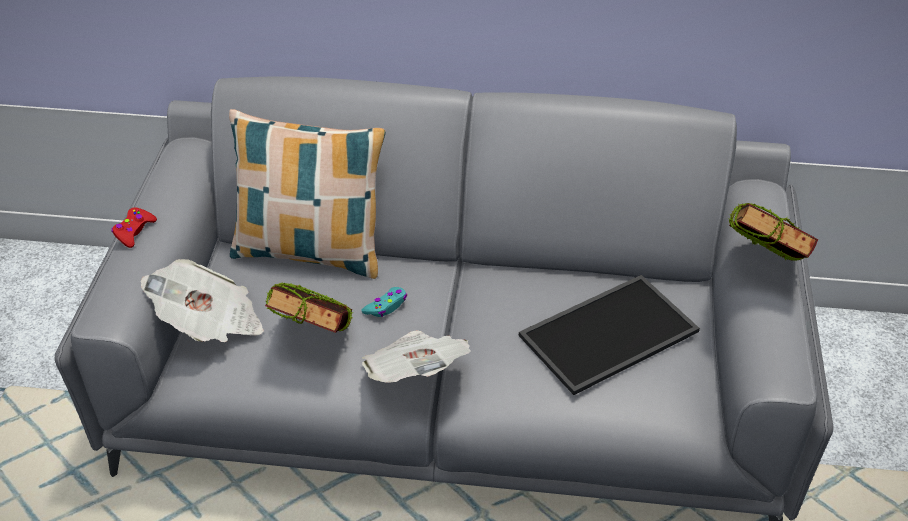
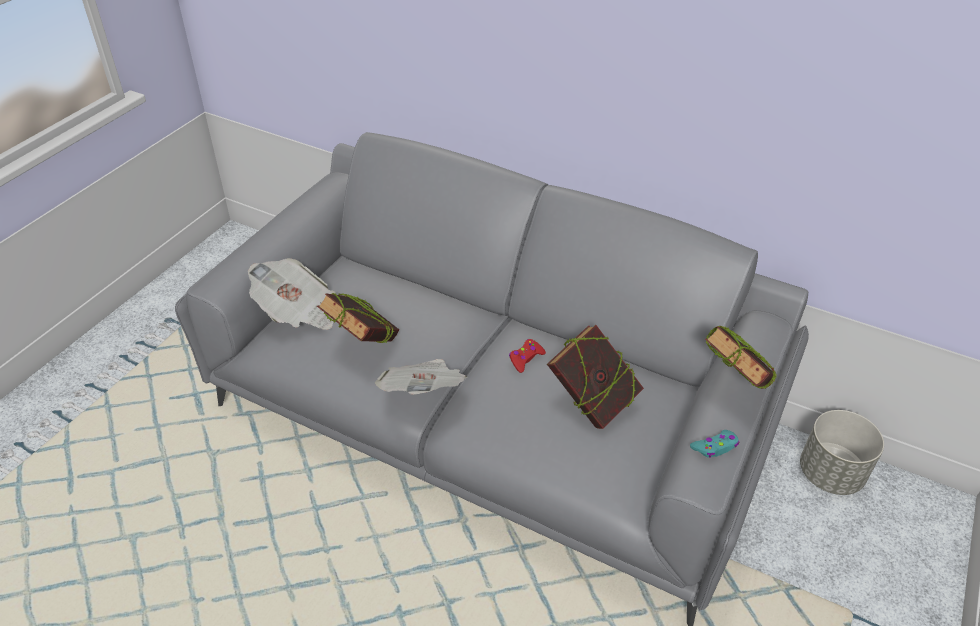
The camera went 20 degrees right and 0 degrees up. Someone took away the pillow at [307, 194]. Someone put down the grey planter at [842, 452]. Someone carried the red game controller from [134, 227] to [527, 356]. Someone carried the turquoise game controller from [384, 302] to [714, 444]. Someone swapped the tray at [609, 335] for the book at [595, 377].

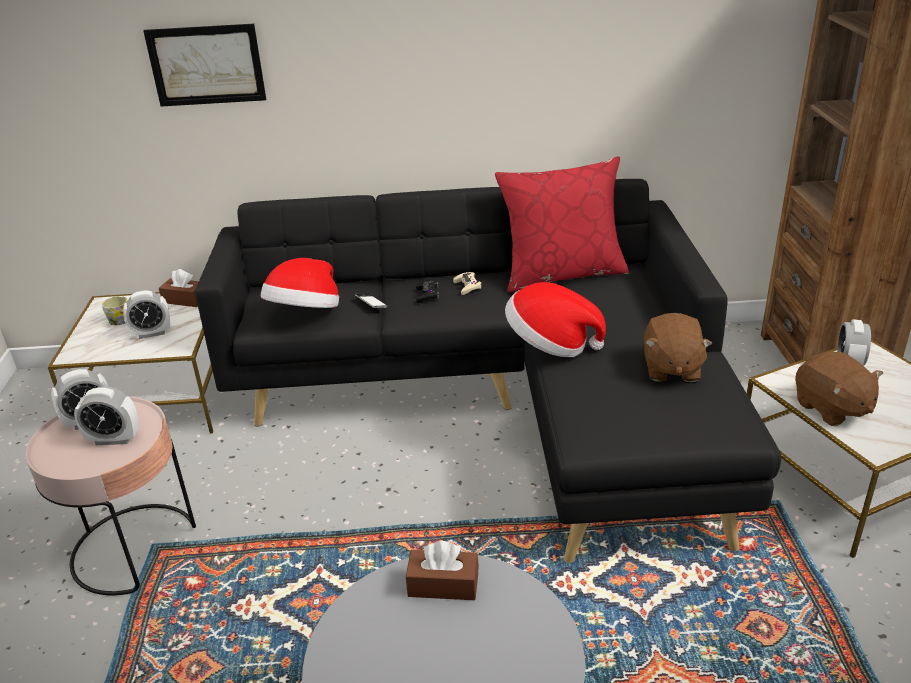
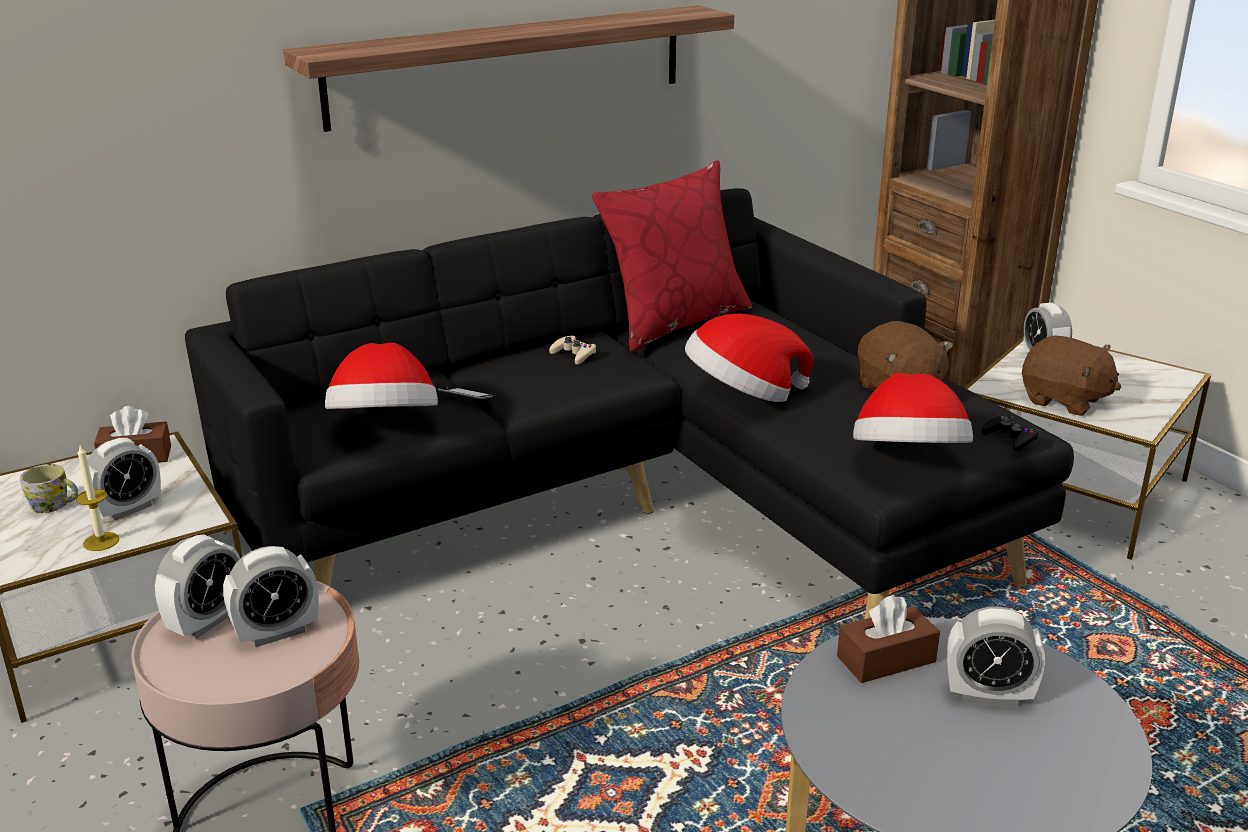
The camera went 30 degrees left and 5 degrees down. Someone took away the picture at [204, 65]. Someone put down the candle at [97, 498]. Someone put up the shelf at [508, 68]. Someone put down the hat at [913, 408]. Someone put down the alarm clock at [996, 656]. Someone carried the black game controller from [427, 291] to [1010, 433].

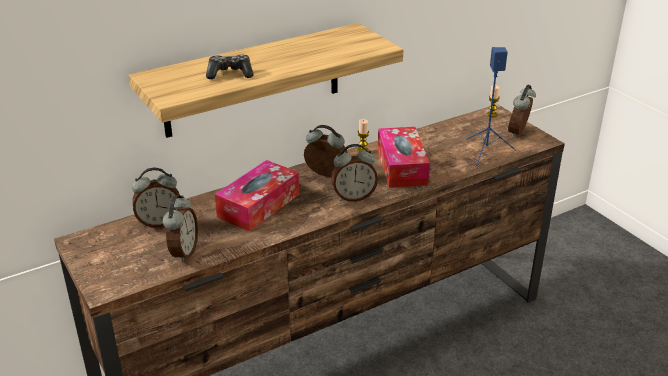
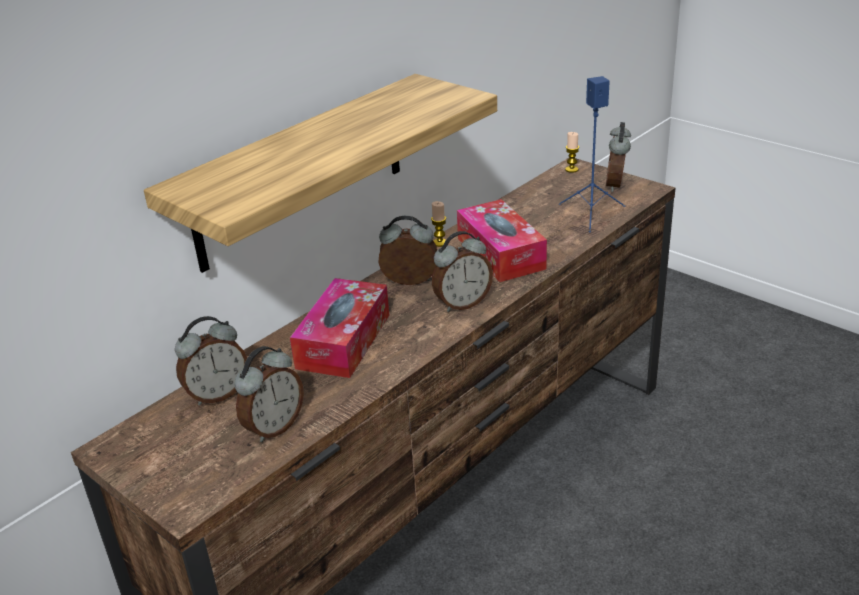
The camera went 15 degrees left and 0 degrees up. Someone took away the game controller at [230, 67]. Someone rotated the alarm clock at [180, 229] by 45 degrees clockwise.

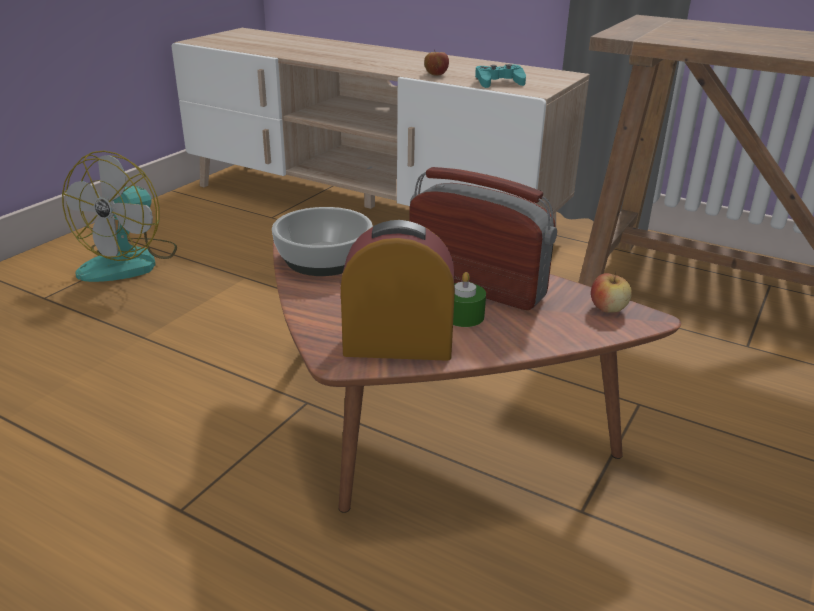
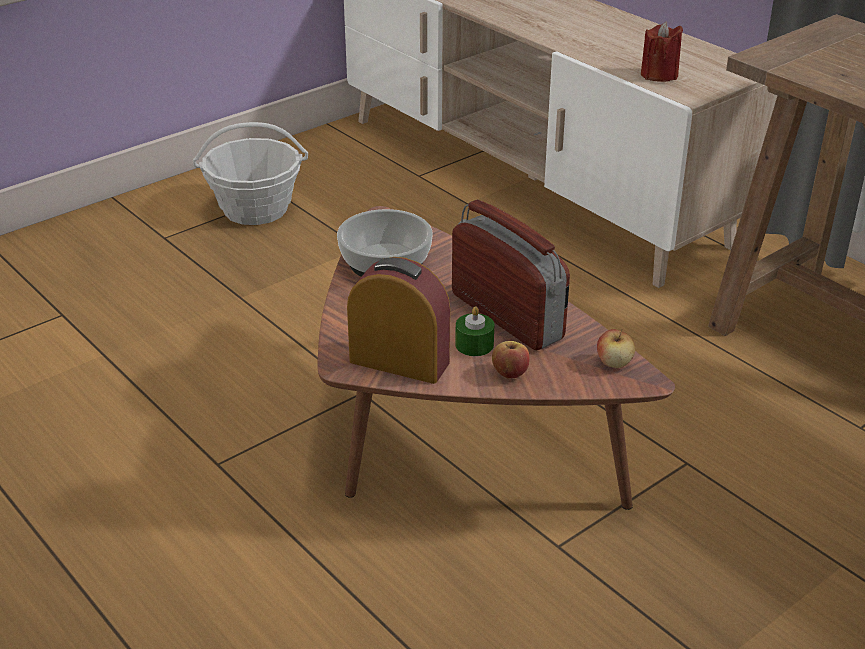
The camera went 20 degrees right and 5 degrees up. Someone carried the apple from [436, 63] to [511, 360]. Someone swapped the fan at [119, 216] for the basket at [250, 173]. Someone swapped the turquoise game controller at [500, 76] for the red candle at [662, 51].

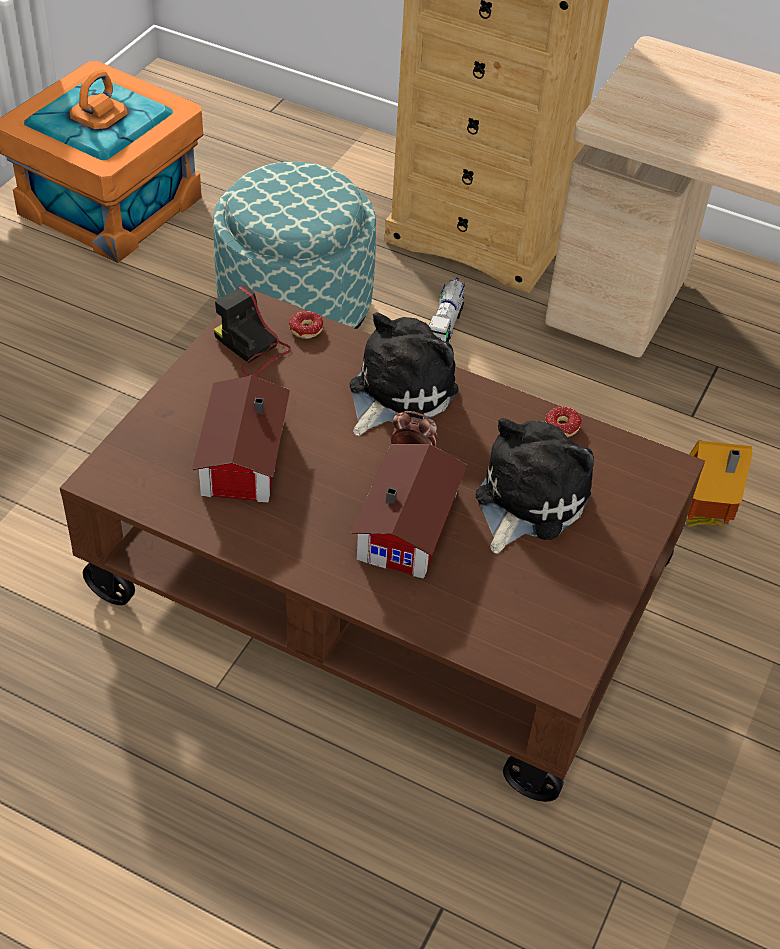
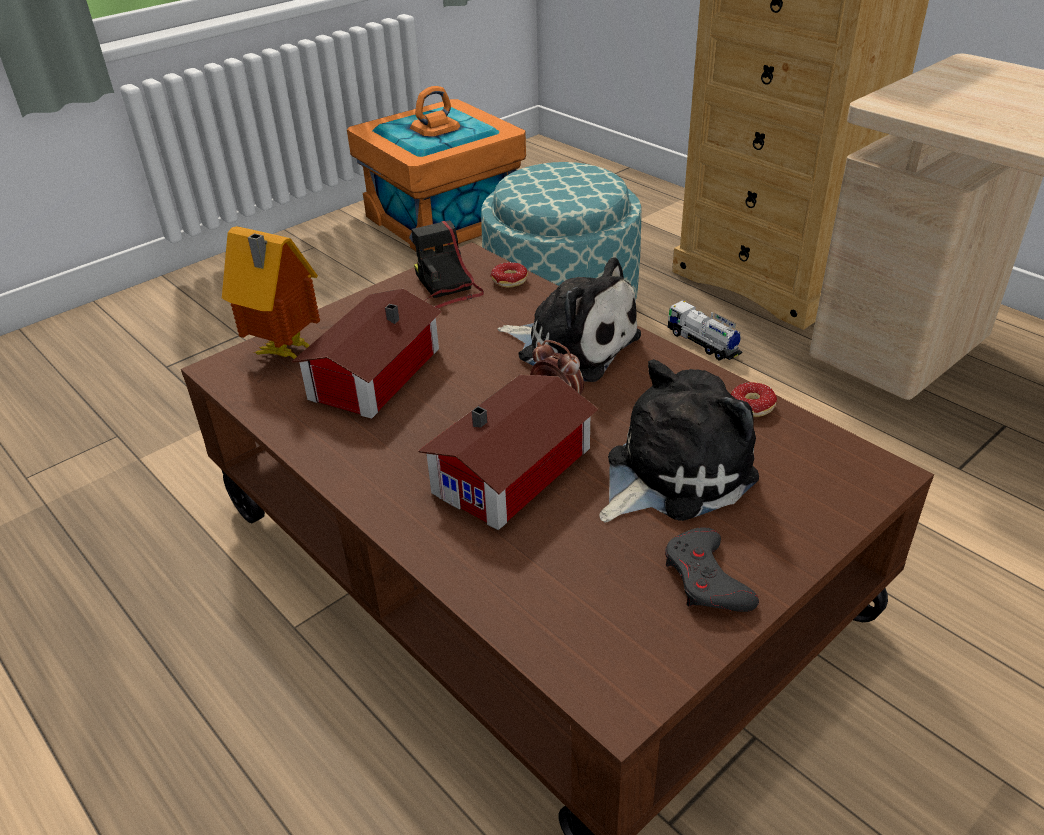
The camera went 25 degrees right and 10 degrees down. Someone put down the grey game controller at [712, 569]. Someone carried the toy house from [718, 483] to [271, 292]. Someone rotated the plush toy at [404, 374] by 60 degrees clockwise. Someone rotated the toy truck at [447, 310] by 105 degrees clockwise.

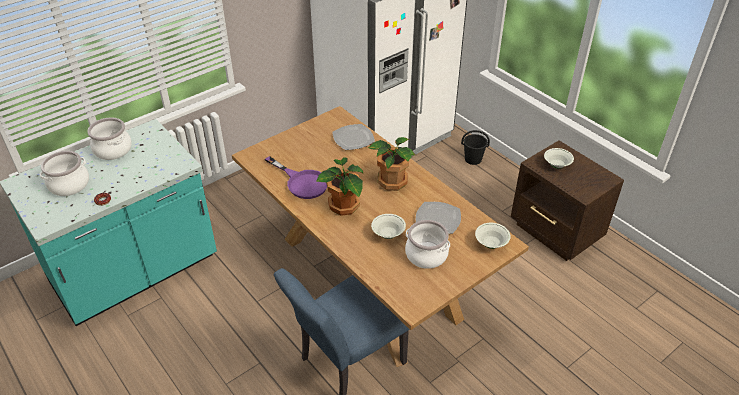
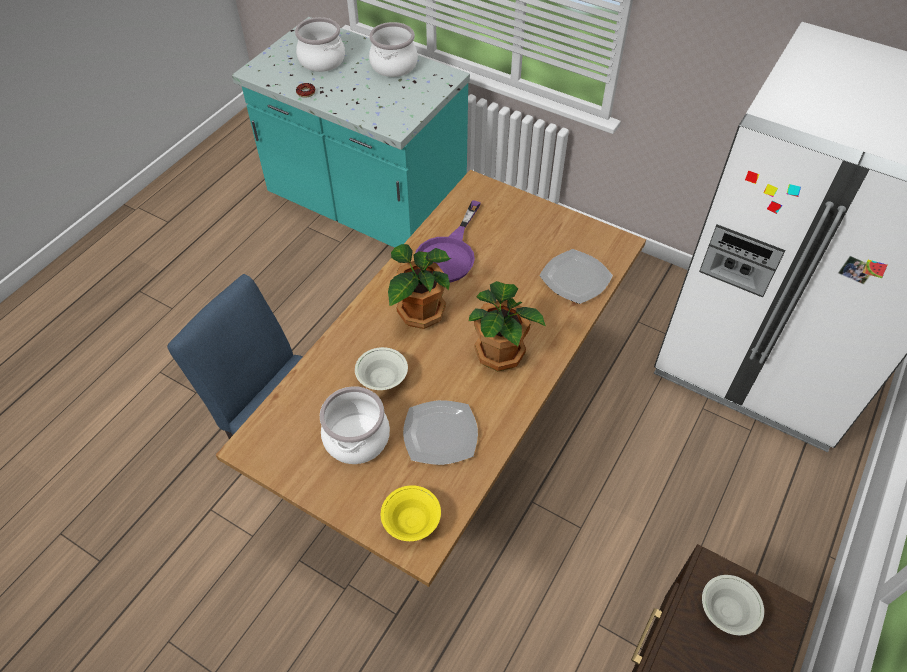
The camera went 70 degrees right and 10 degrees up. Someone took away the black bucket at [475, 147]. Someone repainted the white bowl at [493, 236], which became the yellow bowl at [411, 513].

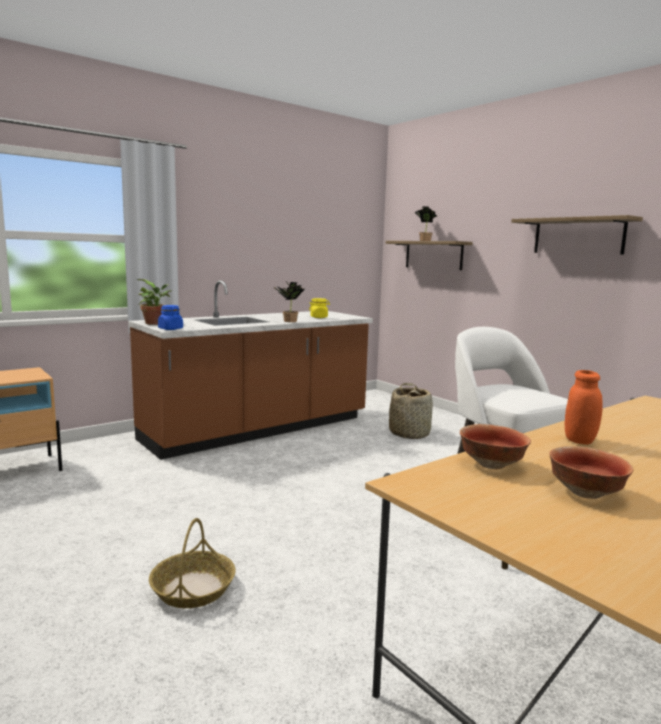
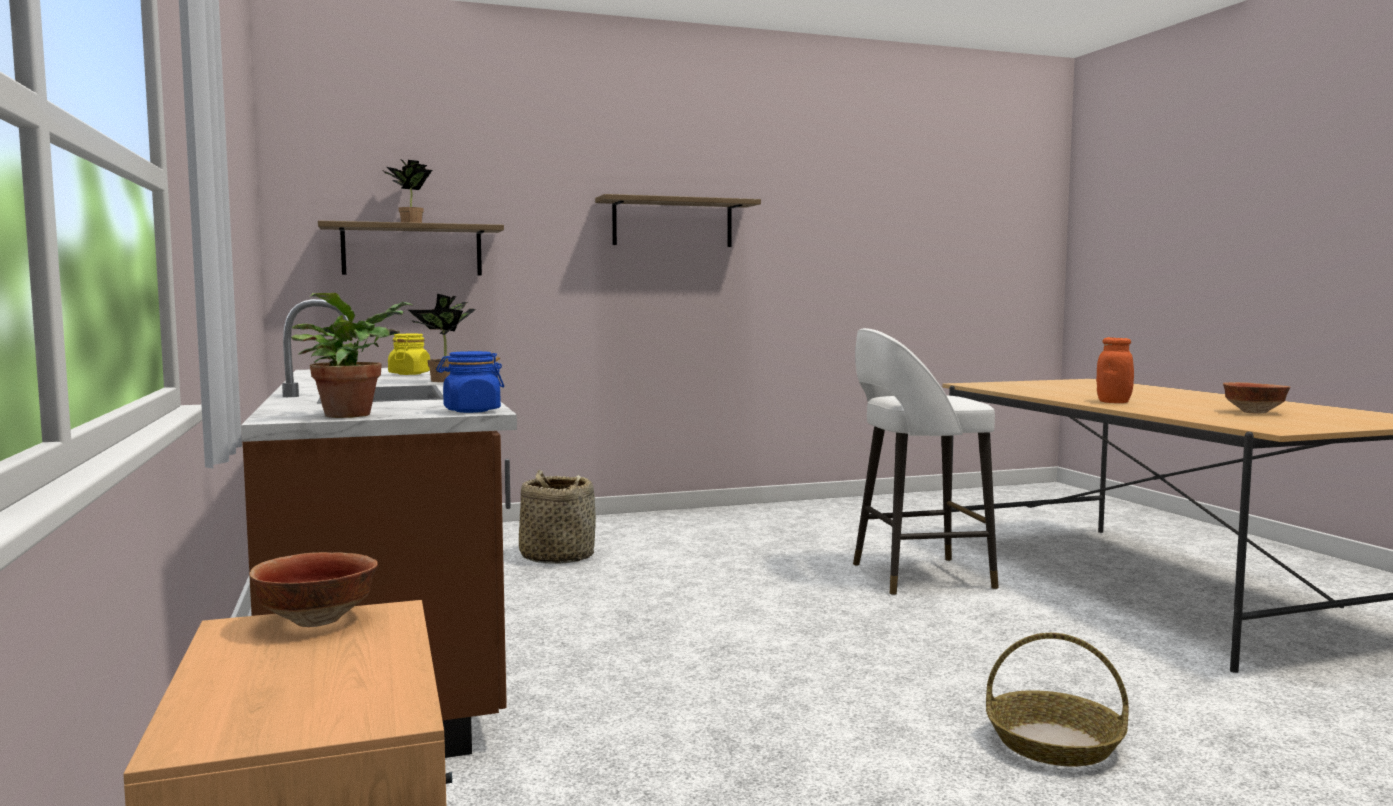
The camera went 70 degrees left and 5 degrees down. Someone carried the bowl from [495, 446] to [313, 589].

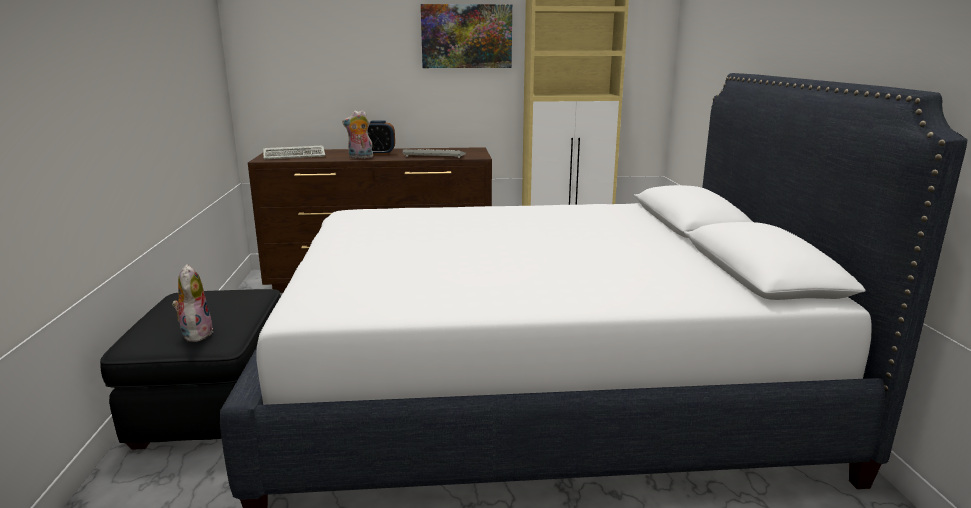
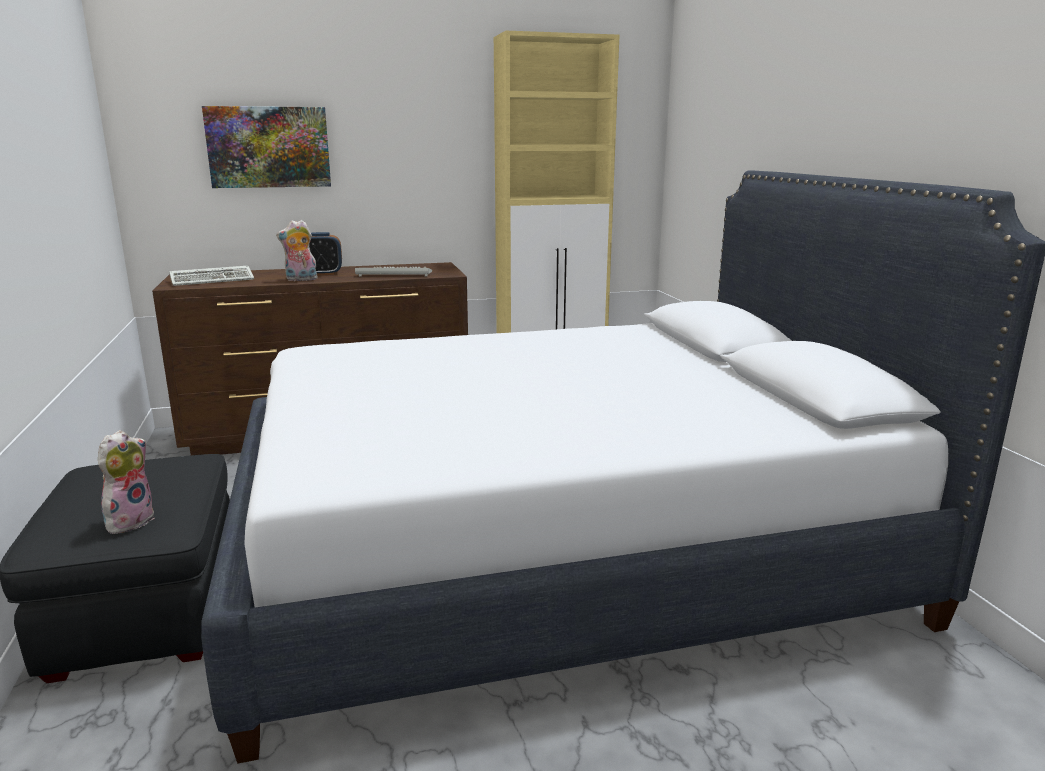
The camera went 10 degrees left and 0 degrees up. Someone carried the picture from [466, 36] to [266, 147]. Someone rotated the plush toy at [192, 303] by 45 degrees clockwise.

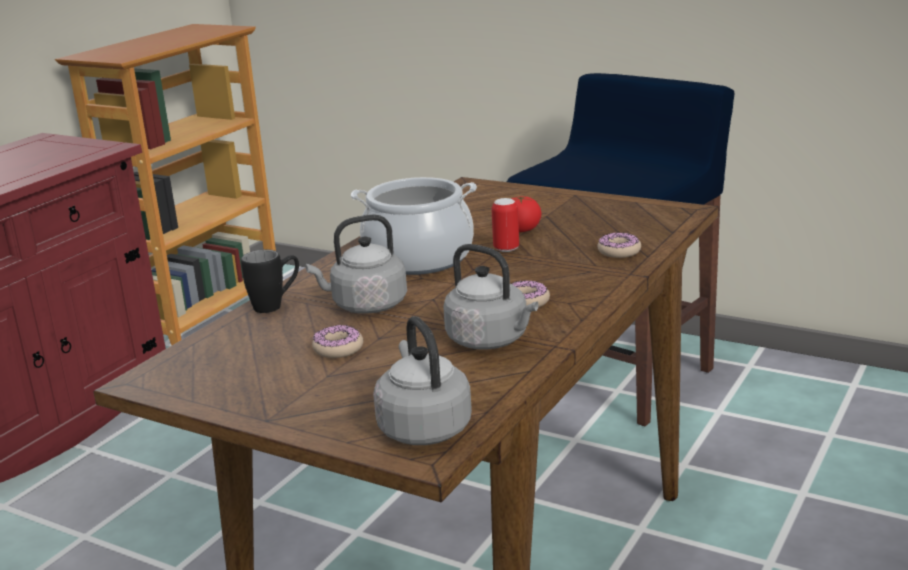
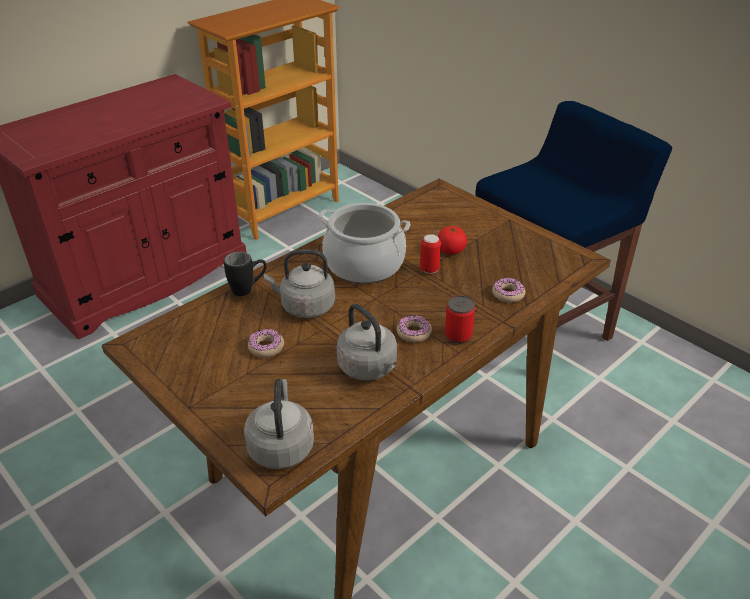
The camera went 15 degrees right and 15 degrees up. Someone put down the can at [460, 319].

